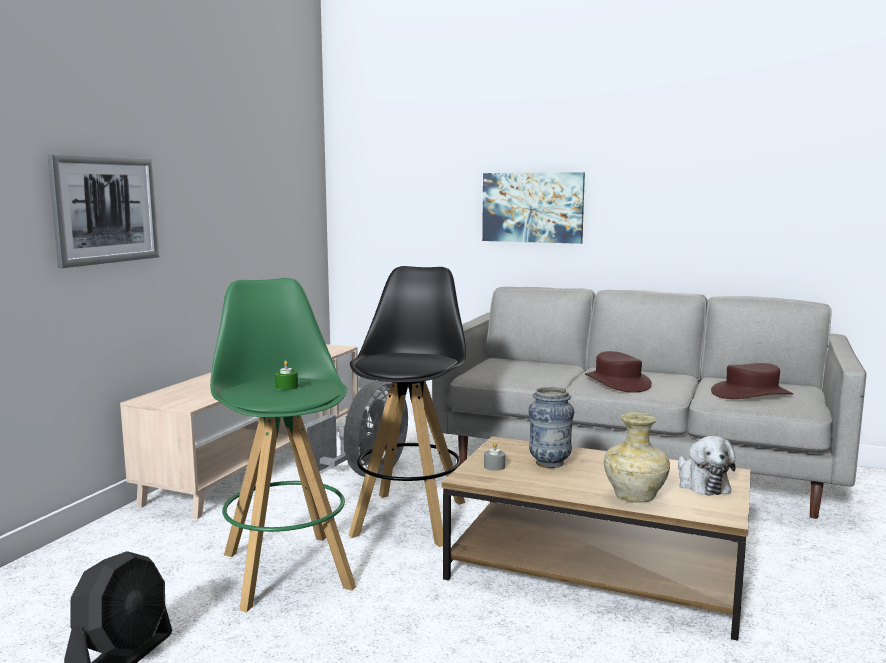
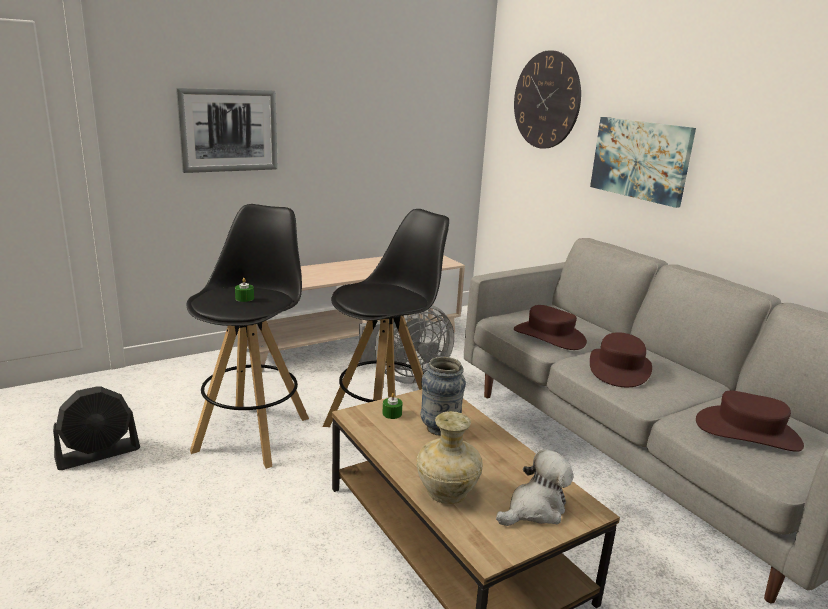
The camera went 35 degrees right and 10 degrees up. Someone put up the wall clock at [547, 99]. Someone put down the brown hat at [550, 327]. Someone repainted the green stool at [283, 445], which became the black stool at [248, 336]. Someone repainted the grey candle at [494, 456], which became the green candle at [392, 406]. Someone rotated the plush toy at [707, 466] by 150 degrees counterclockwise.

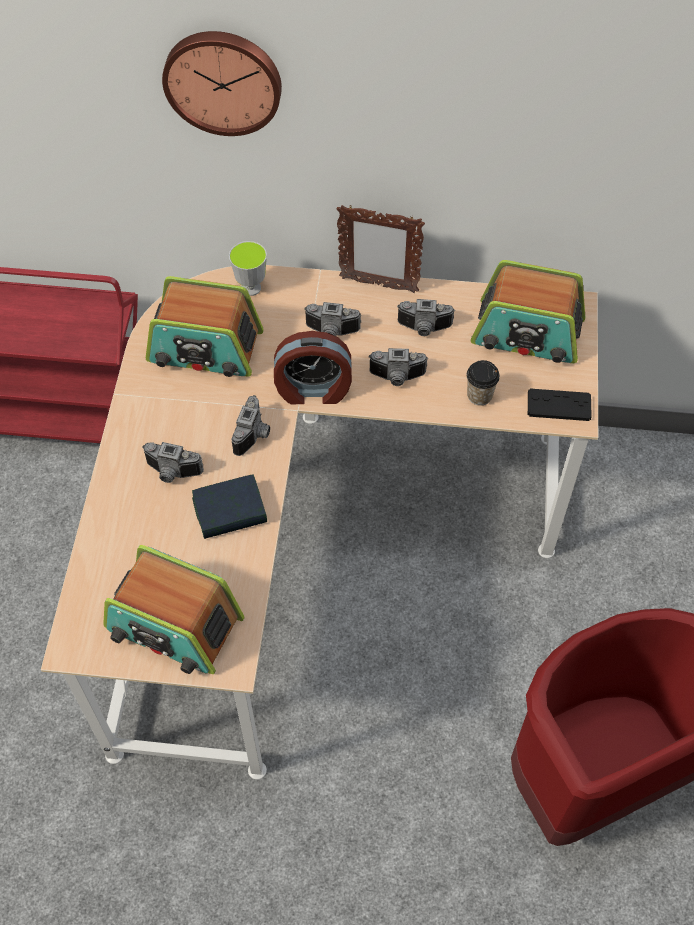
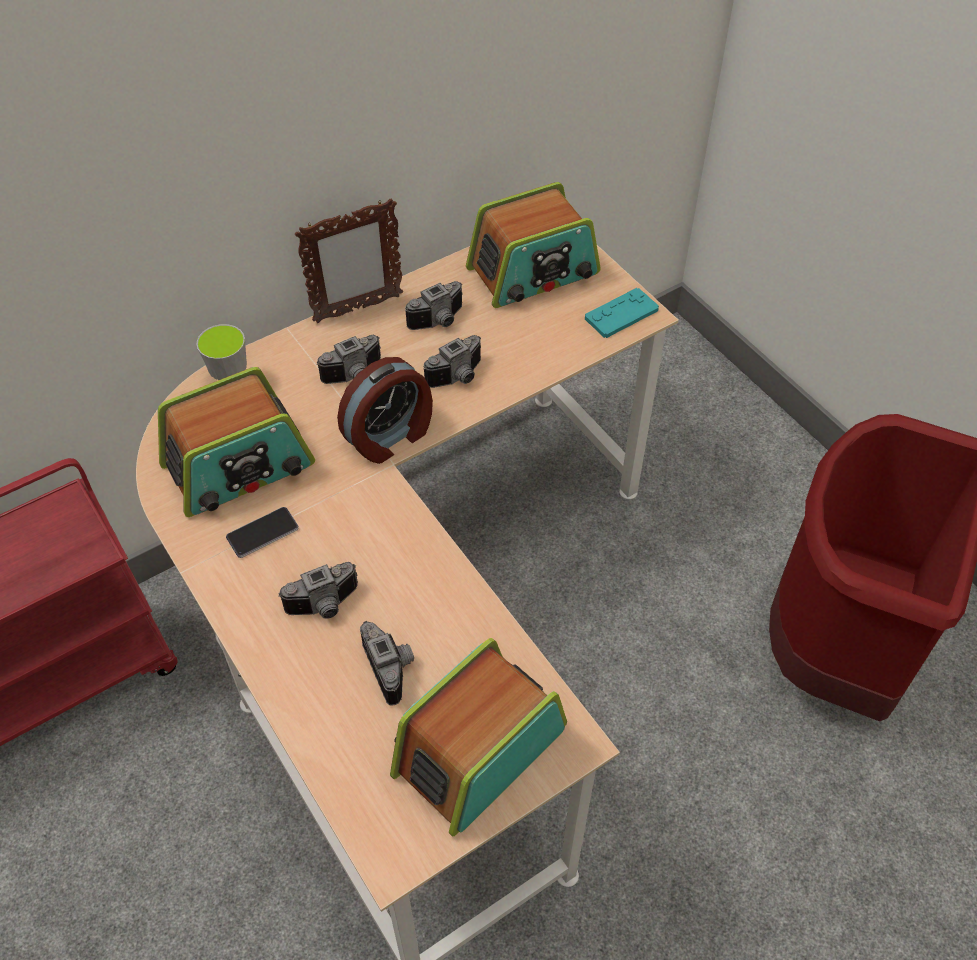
The camera went 40 degrees left and 5 degrees down. Someone took away the wall clock at [222, 83]. Someone took away the book at [229, 506]. Someone took away the cup at [483, 383]. Someone put down the phone at [262, 532]. Someone carried the photo camera from [250, 425] to [387, 663]. Someone repainted the black game controller at [560, 405], which became the turquoise game controller at [622, 313]. Someone rotated the radio at [174, 609] by 150 degrees clockwise.

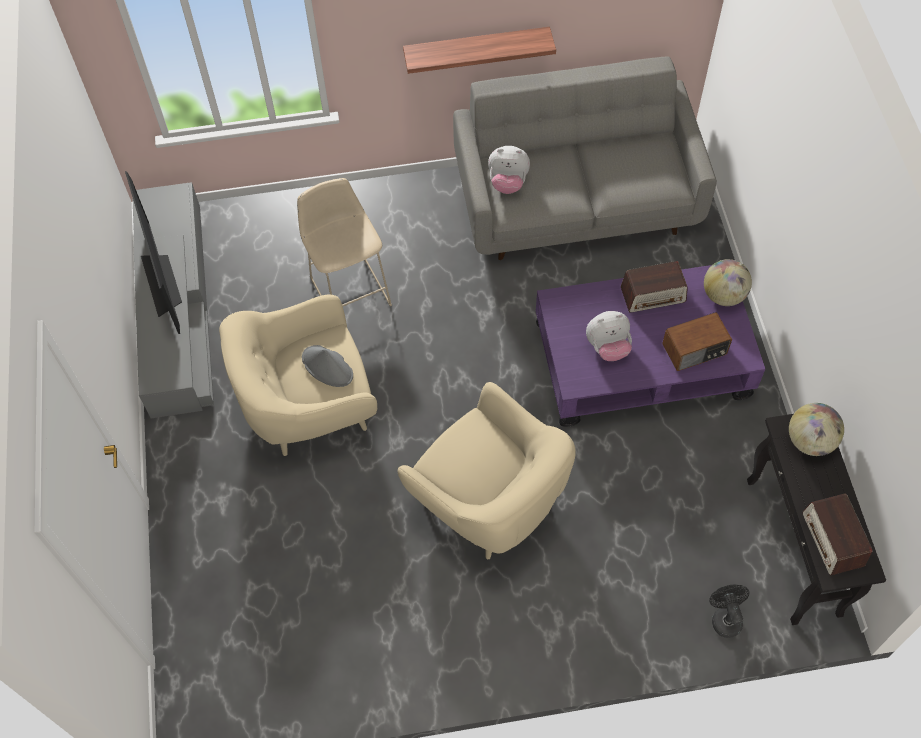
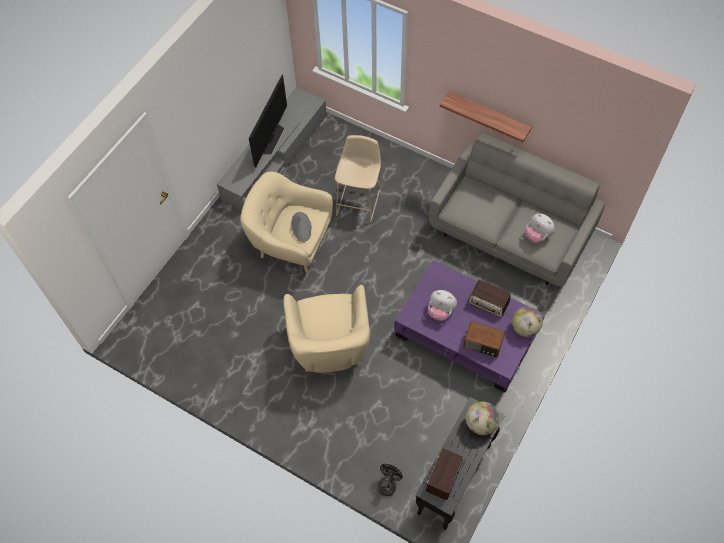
The camera went 40 degrees right and 0 degrees up. Someone carried the plush toy from [509, 170] to [540, 228].

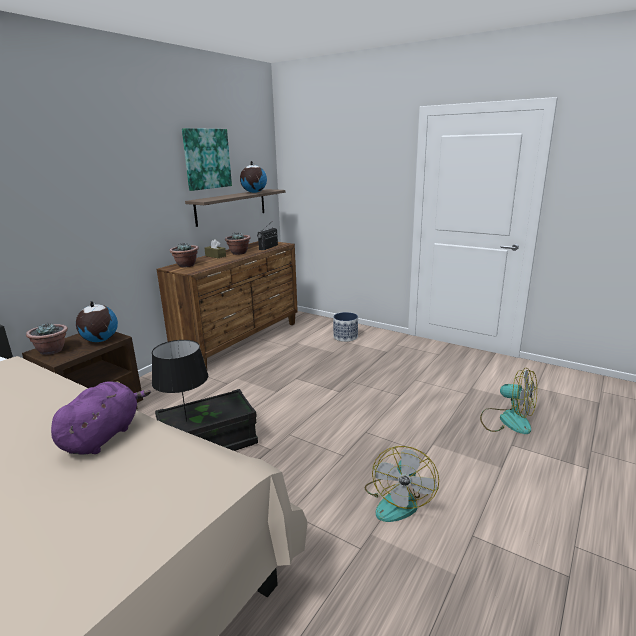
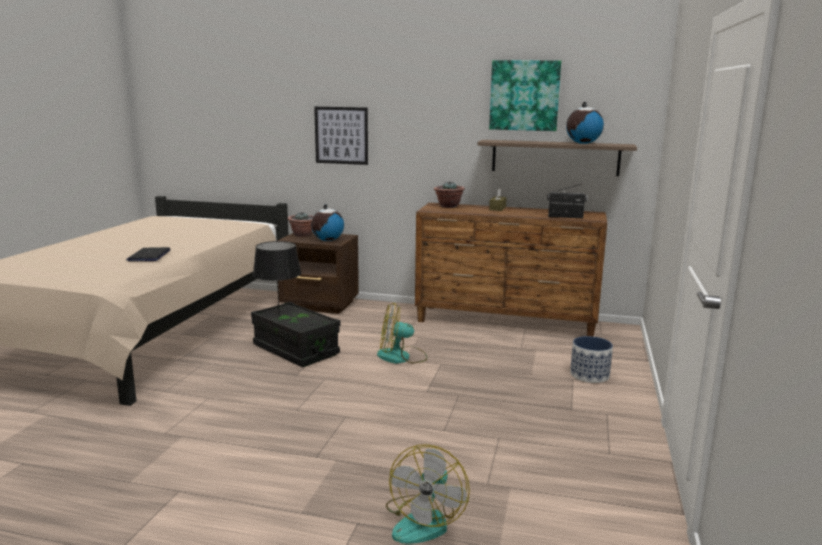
The camera went 70 degrees right and 5 degrees down. Someone took away the potted plant at [238, 243]. Someone put up the picture at [341, 136]. Someone carried the fan from [402, 484] to [402, 333]. Someone swapped the purple plush toy at [101, 418] for the laptop at [148, 254].

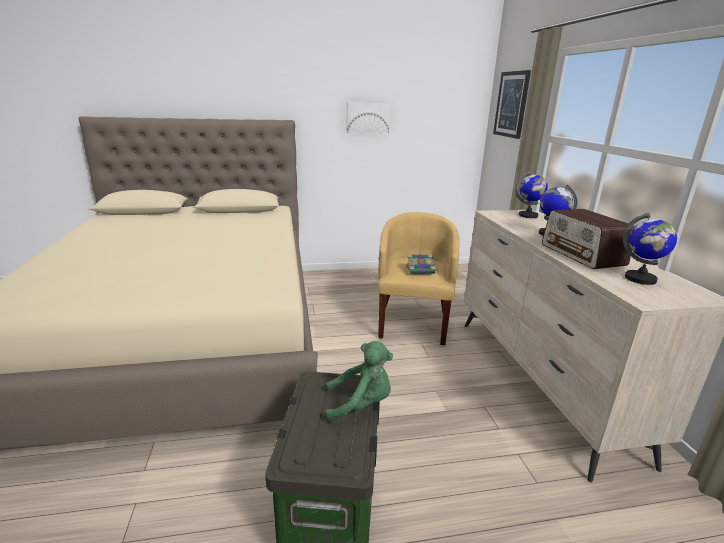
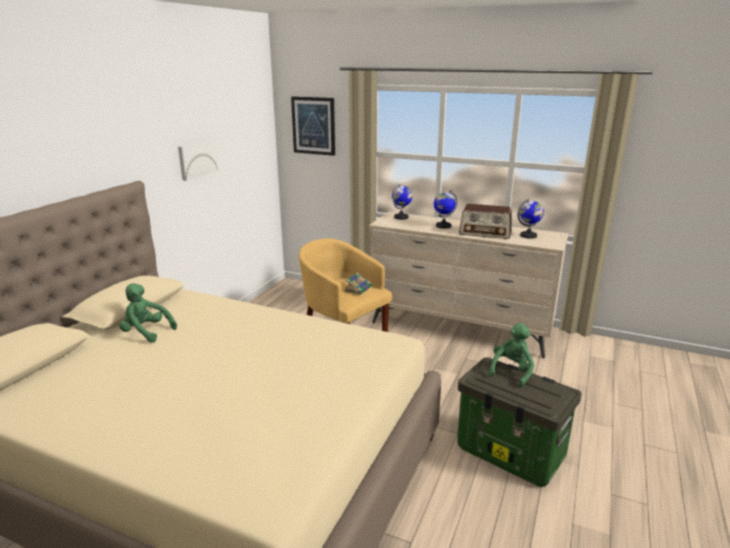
The camera went 55 degrees left and 0 degrees up. Someone put down the green plush toy at [148, 313].

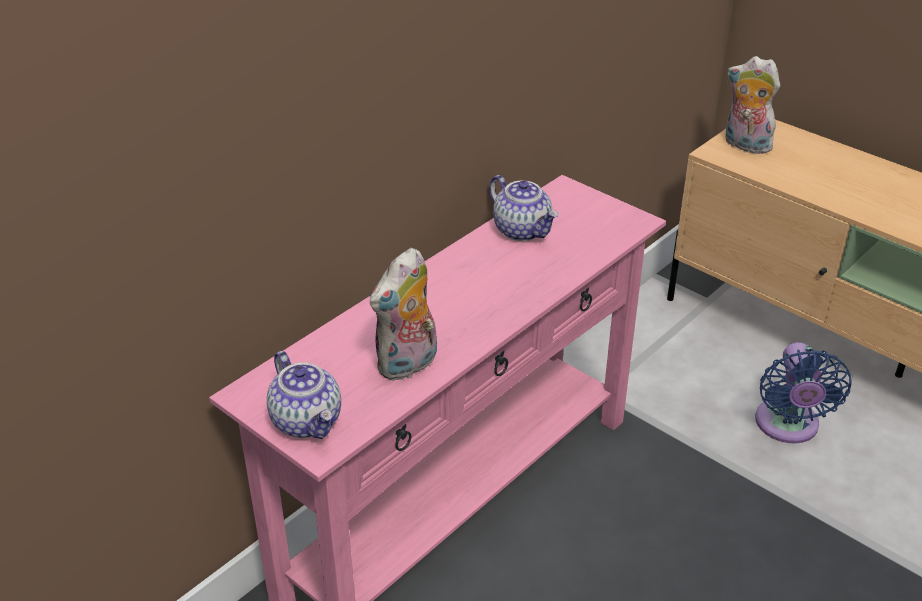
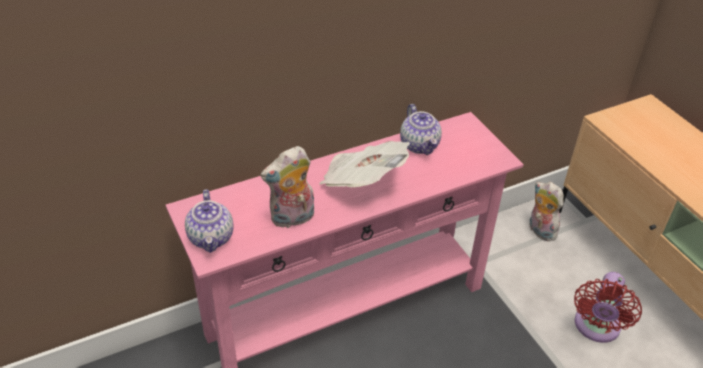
The camera went 20 degrees right and 5 degrees up. Someone put down the newspaper at [365, 164]. Someone carried the plush toy from [753, 105] to [547, 212]. Someone repainted the blue fan at [803, 393], which became the red fan at [608, 307].

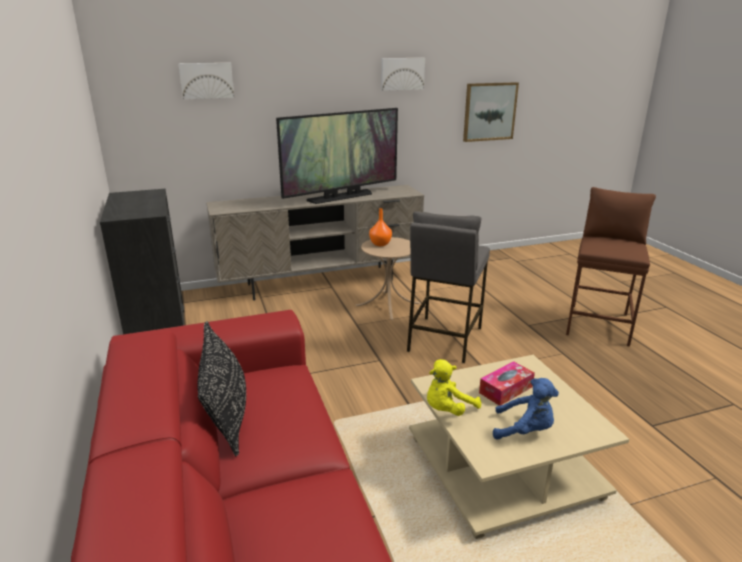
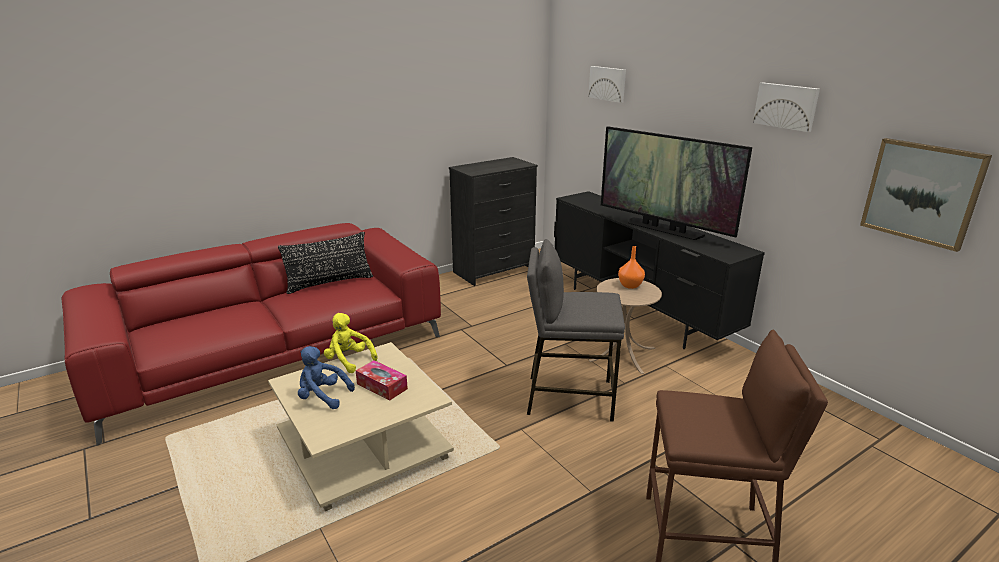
The camera went 75 degrees right and 0 degrees up. Someone repainted the beige tv stand at [315, 243], which became the black tv stand at [659, 270]. Someone rotated the blue plush toy at [526, 409] by 105 degrees clockwise.

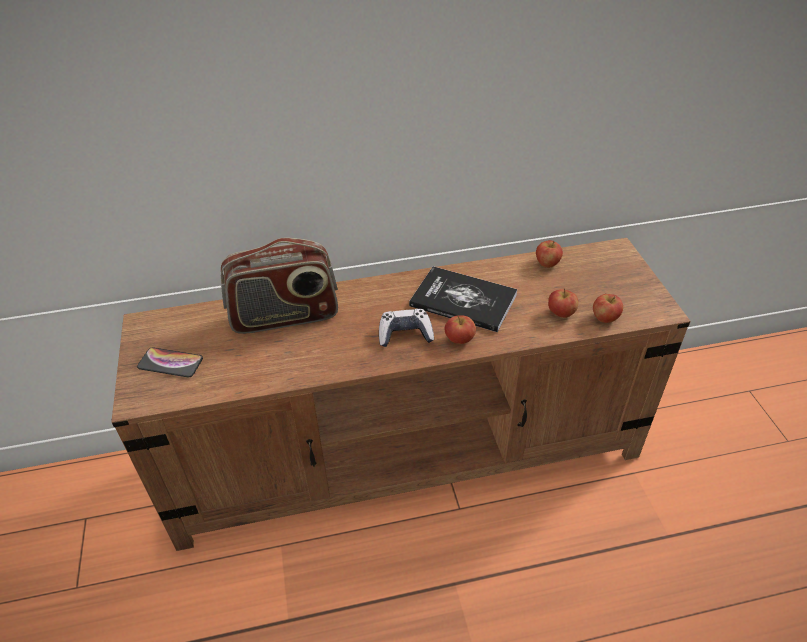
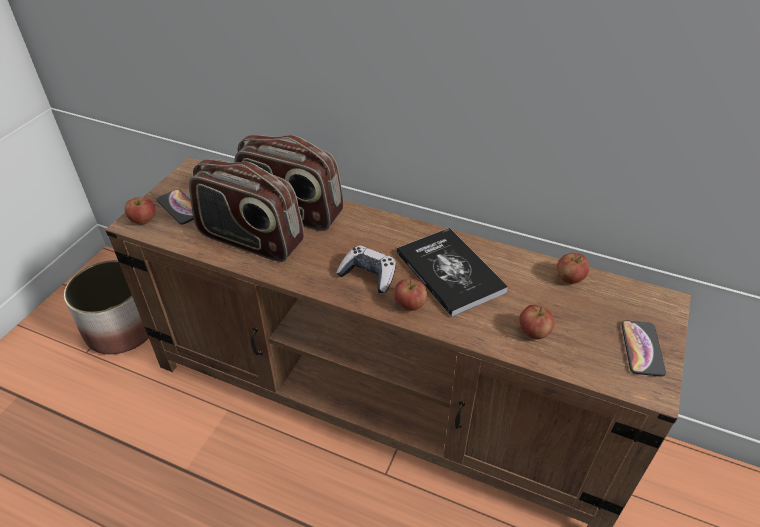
The camera went 35 degrees right and 0 degrees up. Someone put down the planter at [106, 307]. Someone put down the radio at [246, 210]. Someone put down the phone at [643, 348]. Someone carried the apple from [608, 308] to [140, 211].

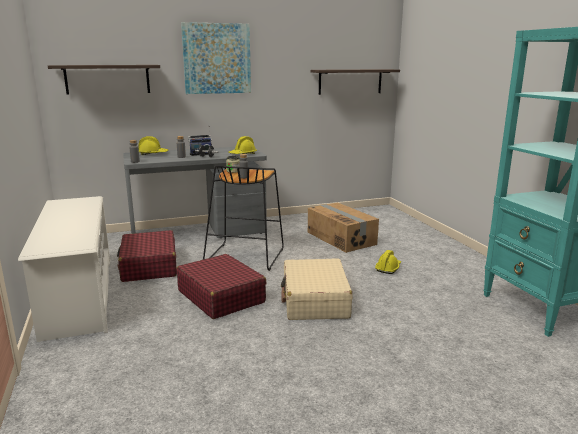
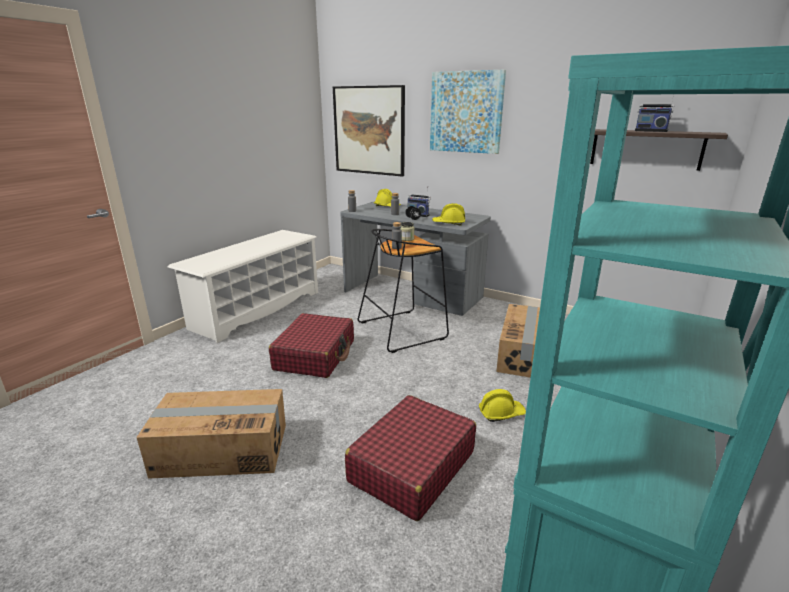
The camera went 50 degrees right and 5 degrees up. Someone took away the beige suitcase at [317, 289]. Someone put down the cardboard box at [211, 434]. Someone put down the radio at [654, 113]. Someone carried the red suitcase from [147, 256] to [410, 458]. Someone swapped the shelf at [104, 80] for the picture at [369, 130].

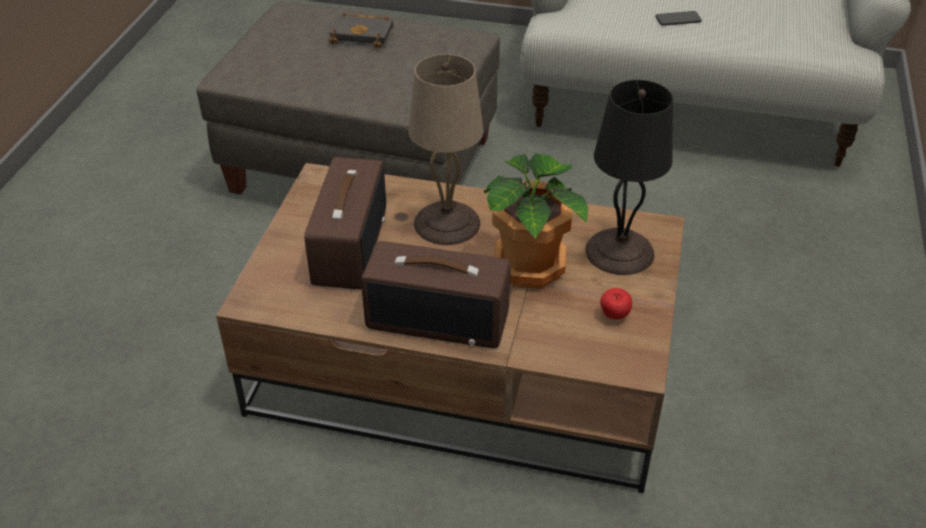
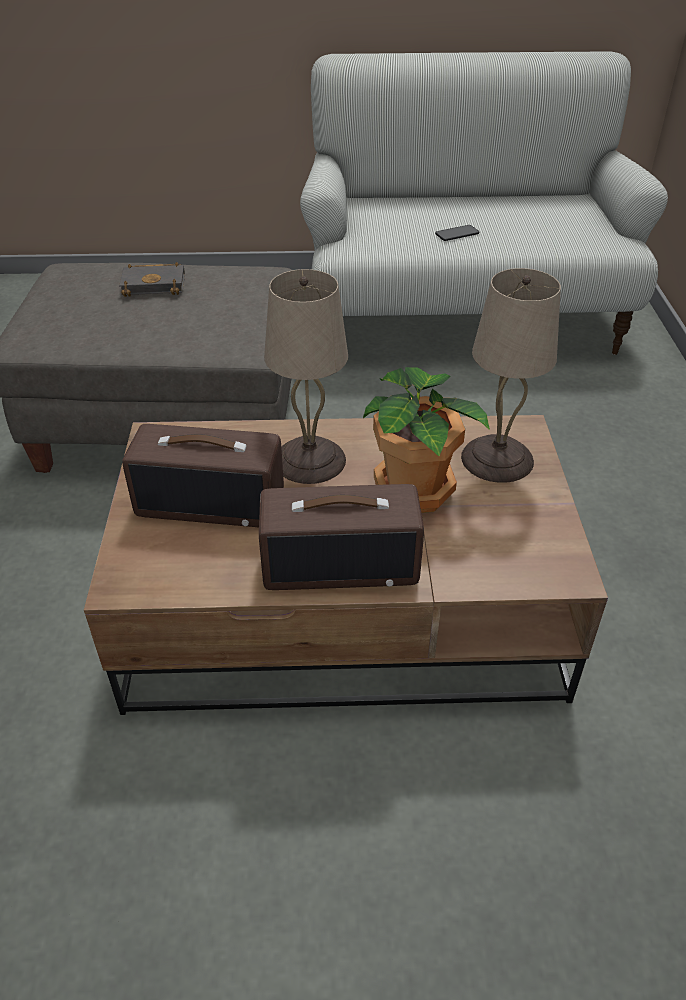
The camera went 15 degrees left and 0 degrees up. Someone took away the apple at [616, 303]. Someone repainted the black table lamp at [629, 177], which became the beige table lamp at [511, 375]. Someone rotated the radio at [345, 223] by 105 degrees clockwise.

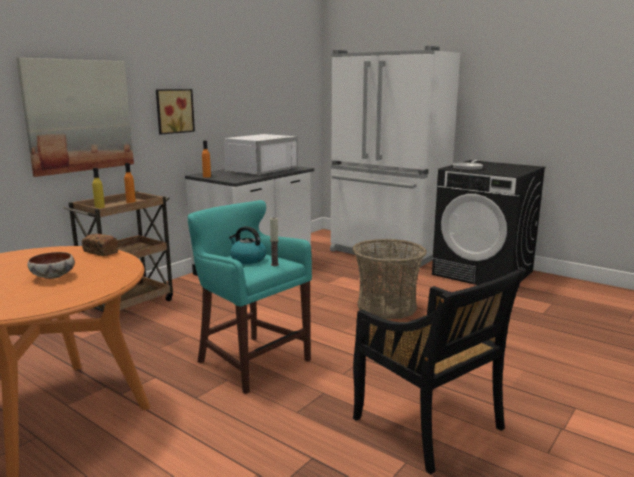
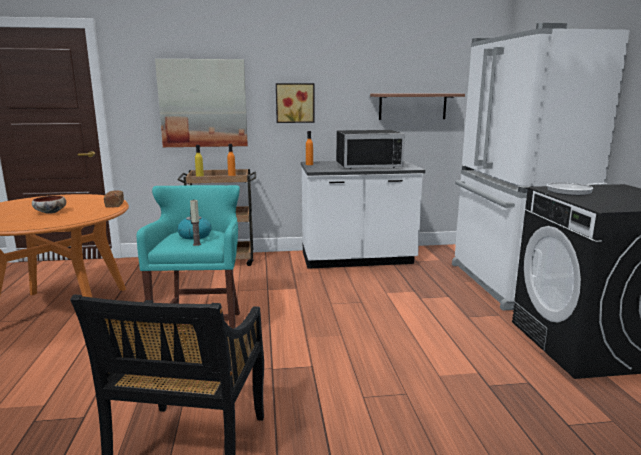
The camera went 45 degrees right and 0 degrees up. Someone took away the basket at [389, 279]. Someone put up the shelf at [417, 107]. Someone repainted the white microwave at [261, 154], which became the black microwave at [370, 149].

